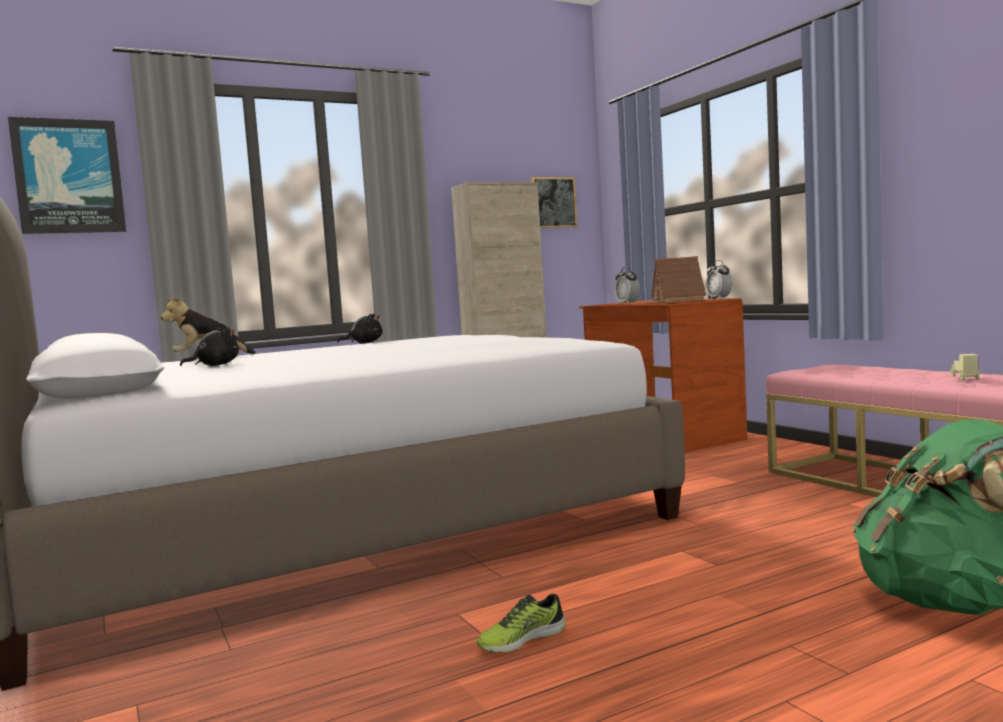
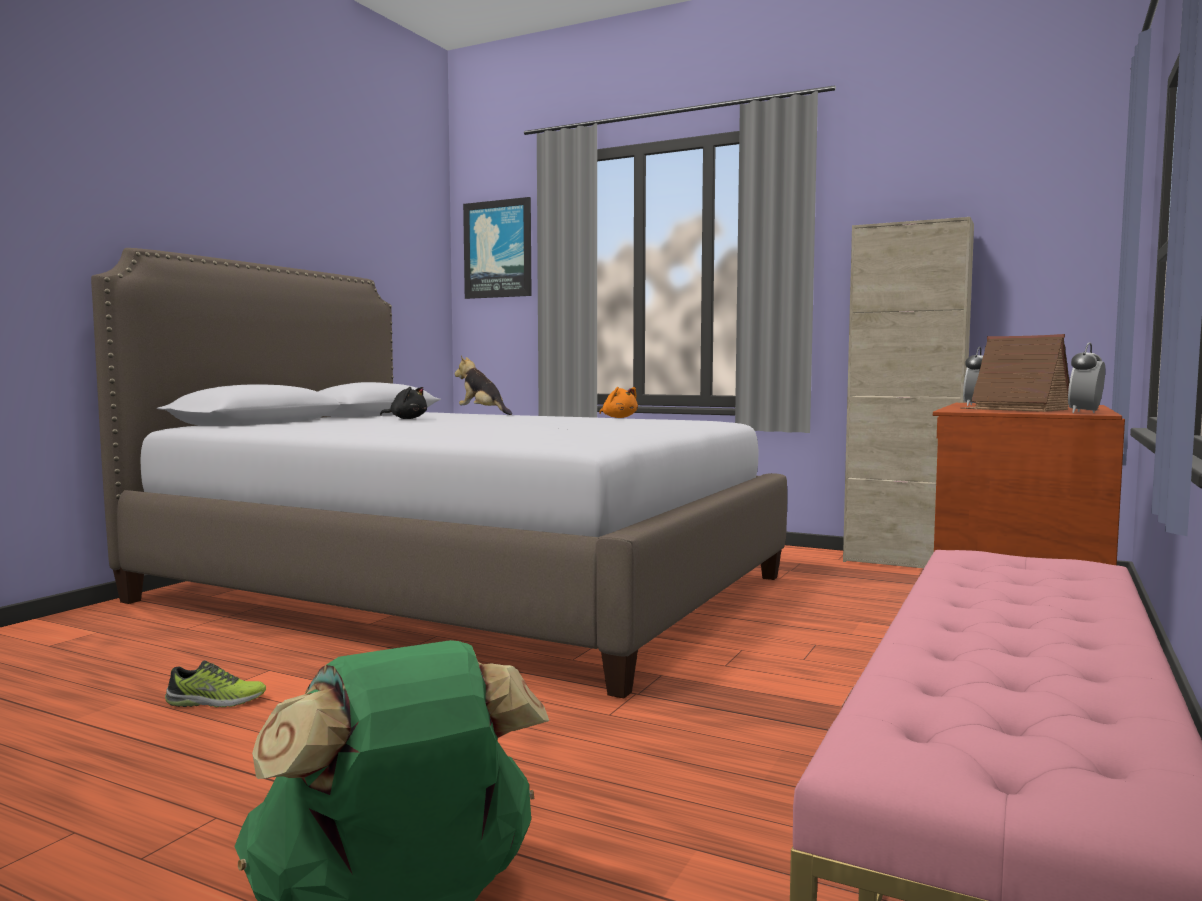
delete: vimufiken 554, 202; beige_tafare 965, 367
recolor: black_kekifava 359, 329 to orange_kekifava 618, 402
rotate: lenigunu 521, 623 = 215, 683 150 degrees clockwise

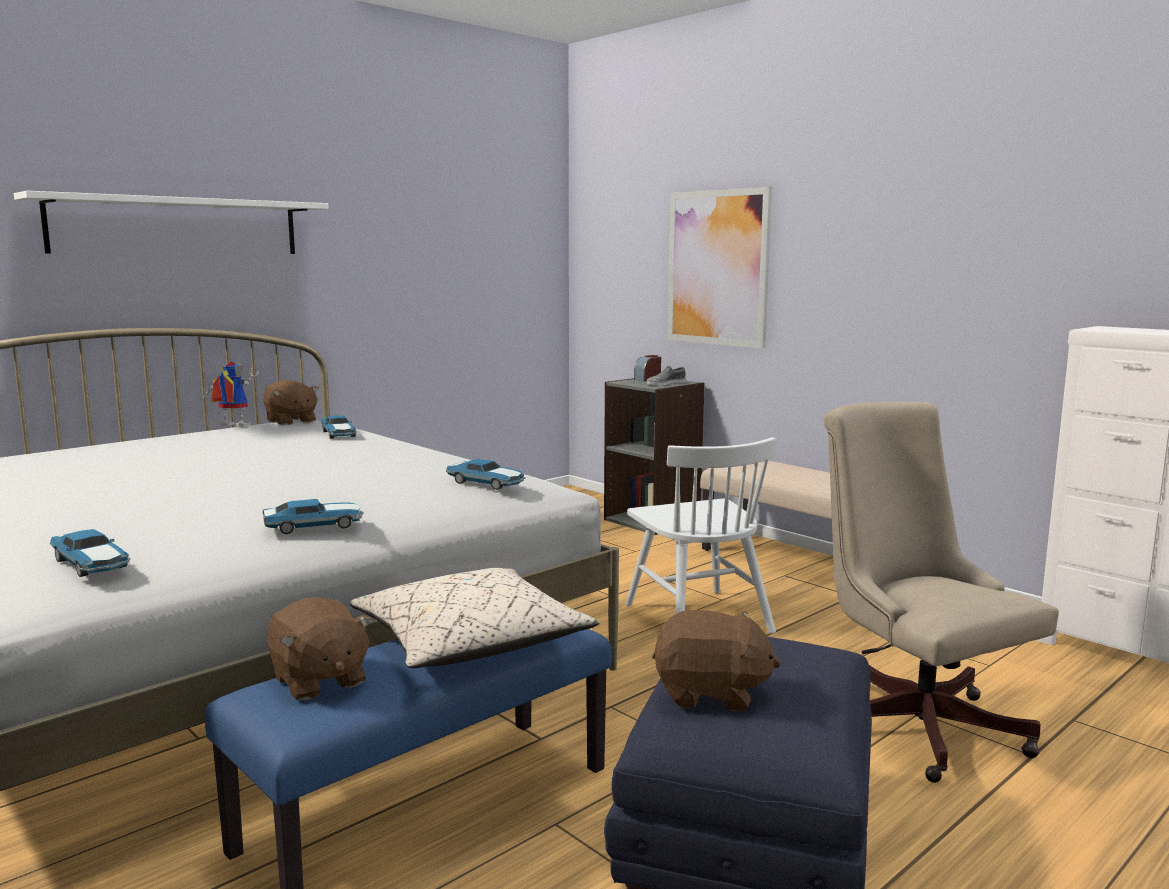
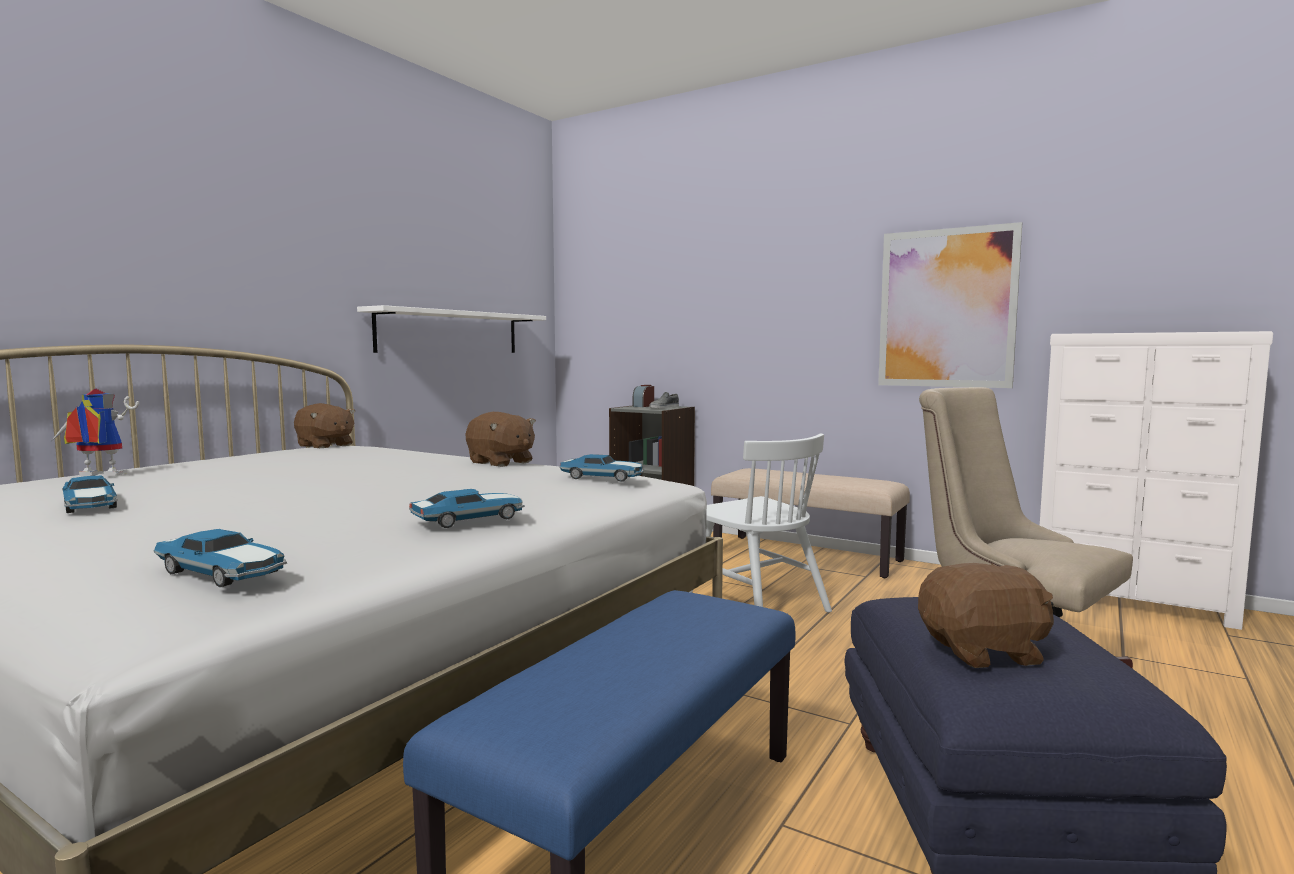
delete: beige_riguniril 474, 618
move: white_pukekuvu 171, 222 to 451, 329; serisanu 230, 394 to 95, 432; brown_kekifava 320, 649 to 500, 439; tafare 339, 427 to 90, 494; vimufiken 719, 268 to 950, 305

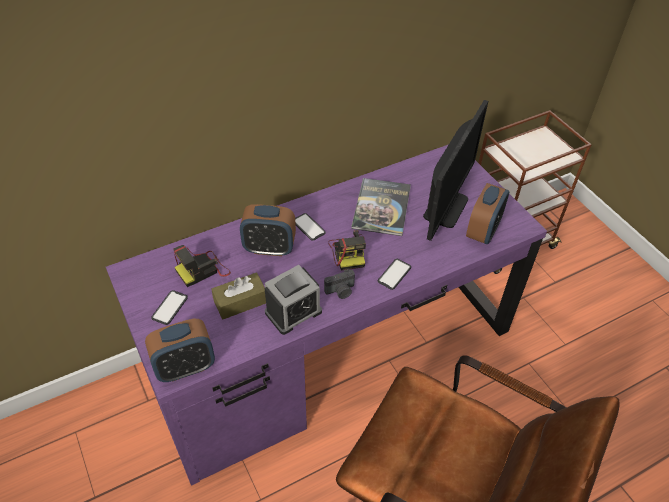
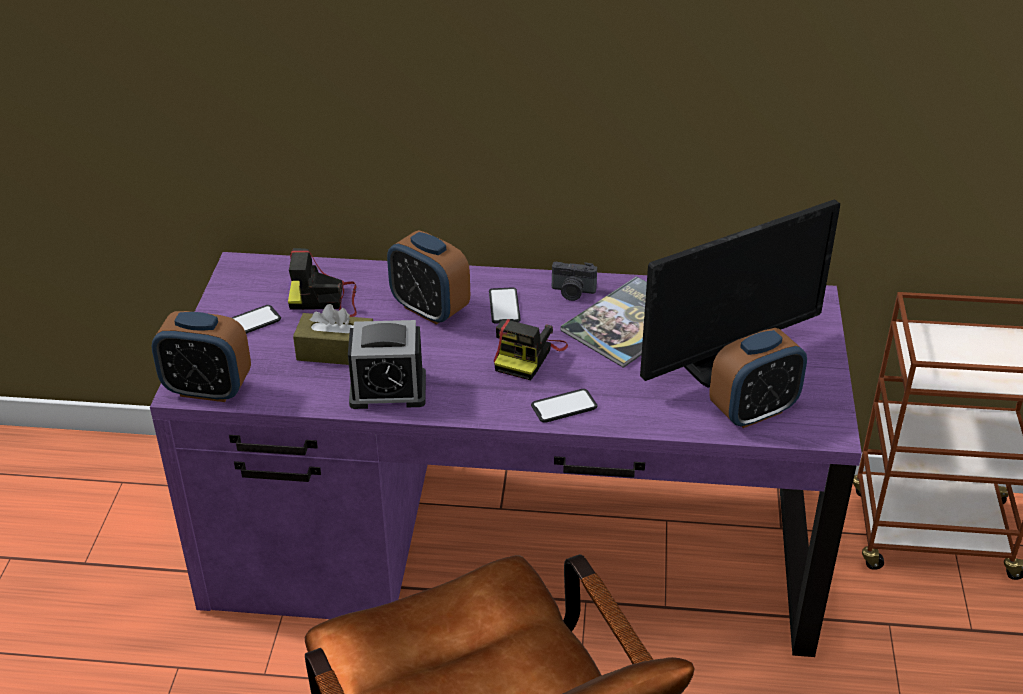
move: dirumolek 339, 284 to 574, 281

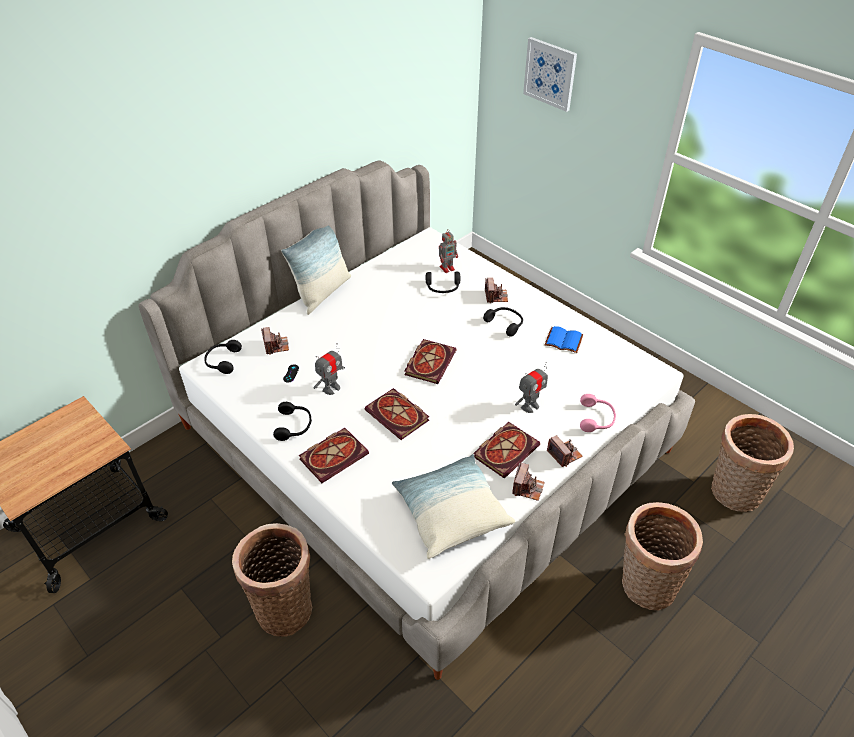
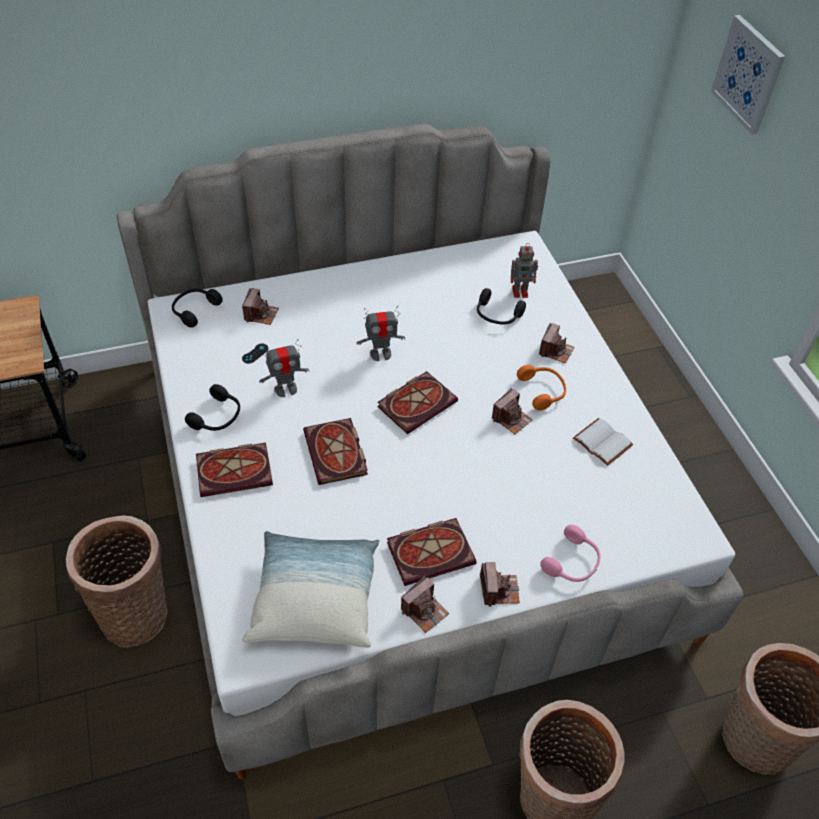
delete: riguniril 316, 270
insert: dirumolek 512, 411
move: serisanu 531, 387 to 380, 333
recolor: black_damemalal 503, 322 to orange_damemalal 541, 387; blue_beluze 564, 339 to white_beluze 603, 442

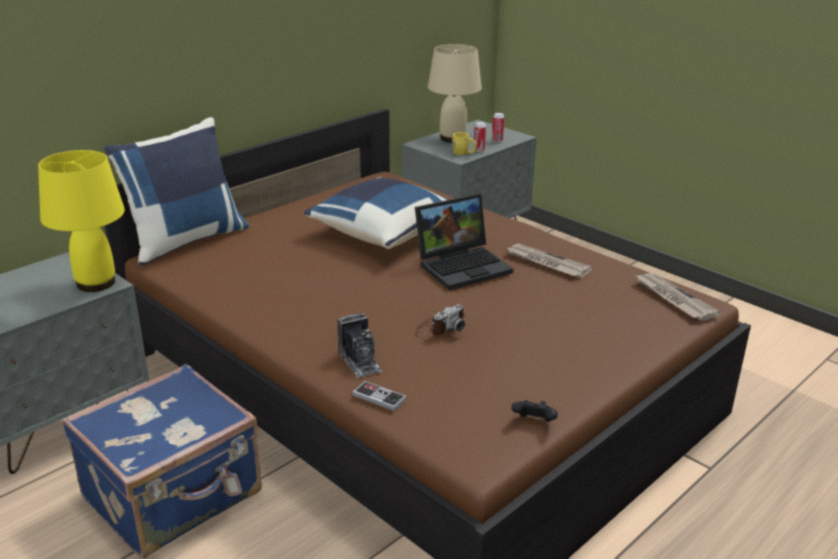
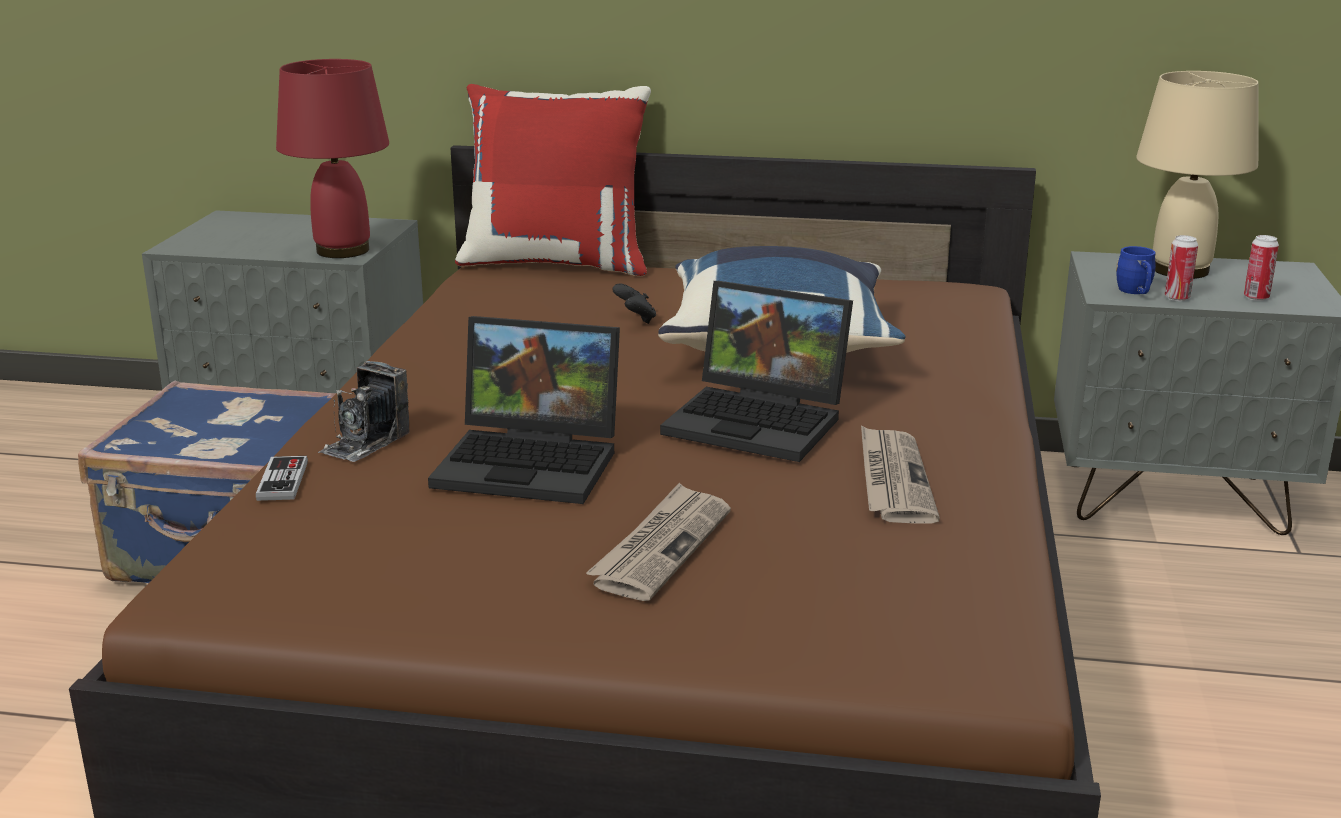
move: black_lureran 534, 411 to 634, 304; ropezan 678, 297 to 658, 542
replace: dirumolek 440, 320 to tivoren 524, 410
recolor: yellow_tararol 81, 221 to red_tararol 332, 158; blue_riguniril 176, 191 to red_riguniril 553, 180; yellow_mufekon 464, 143 to blue_mufekon 1136, 270

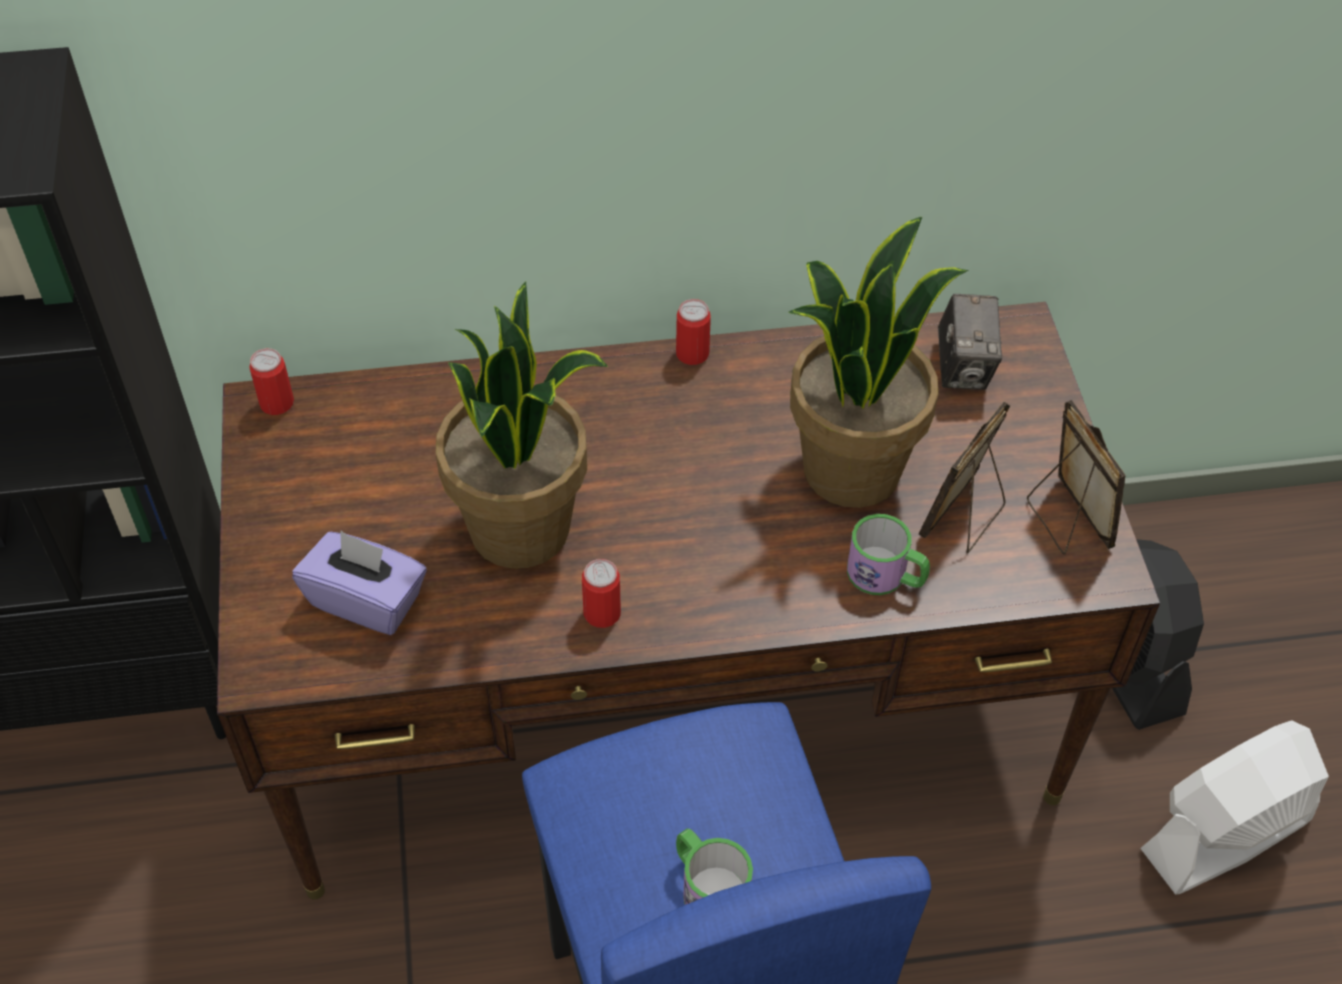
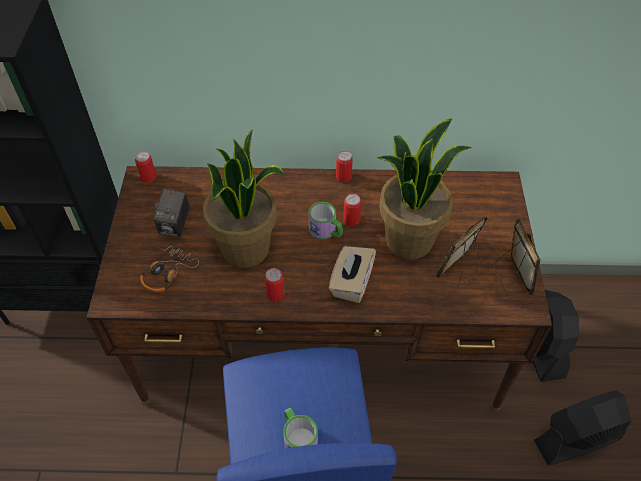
insert: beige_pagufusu 352, 274; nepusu 352, 210
move: mufekon 888, 554 to 326, 221; dirumolek 970, 342 to 172, 212
replace: purple_pagufusu 359, 582 to damemalal 169, 269
recolor: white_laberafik 1234, 807 to black_laberafik 583, 428

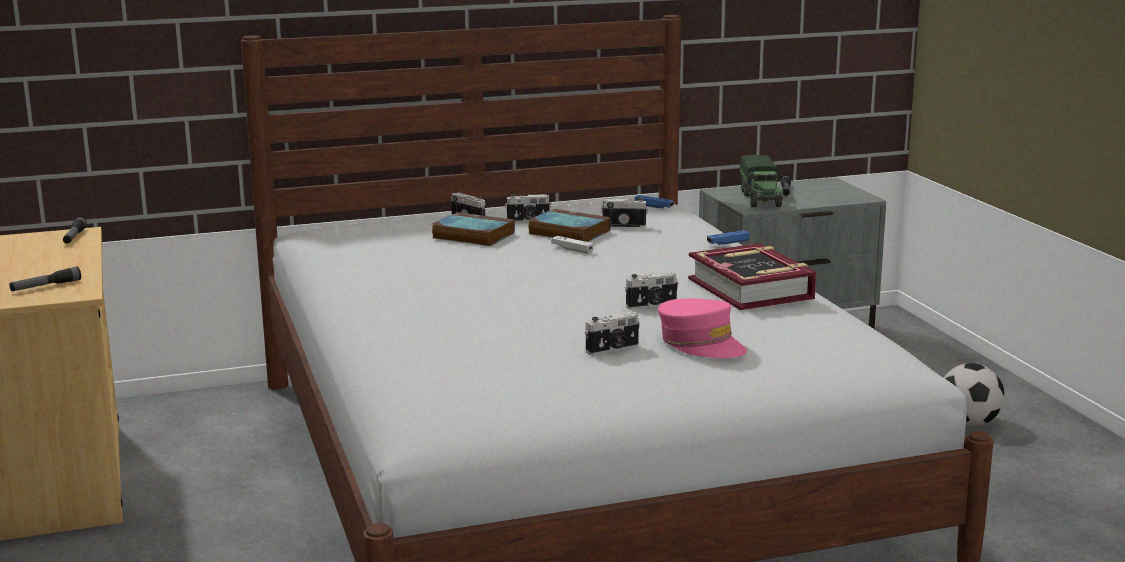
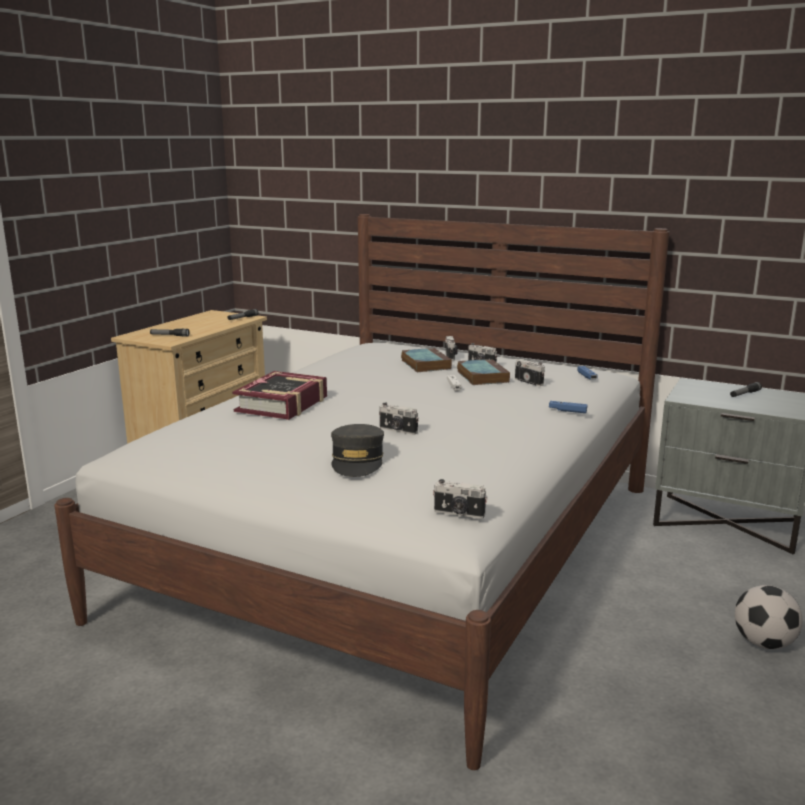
delete: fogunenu 761, 181
move: dirumolek 612, 333 to 460, 499; beluze 752, 276 to 279, 395
recolor: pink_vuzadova 702, 328 to grey_vuzadova 357, 450

